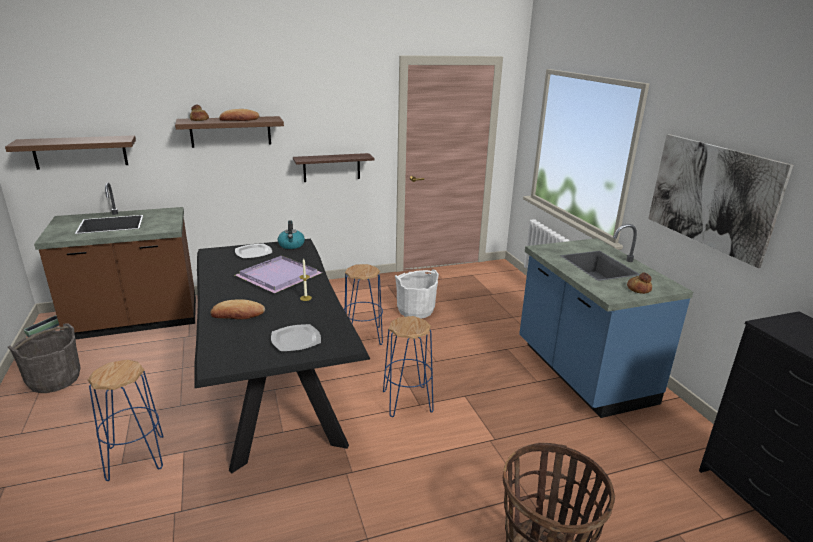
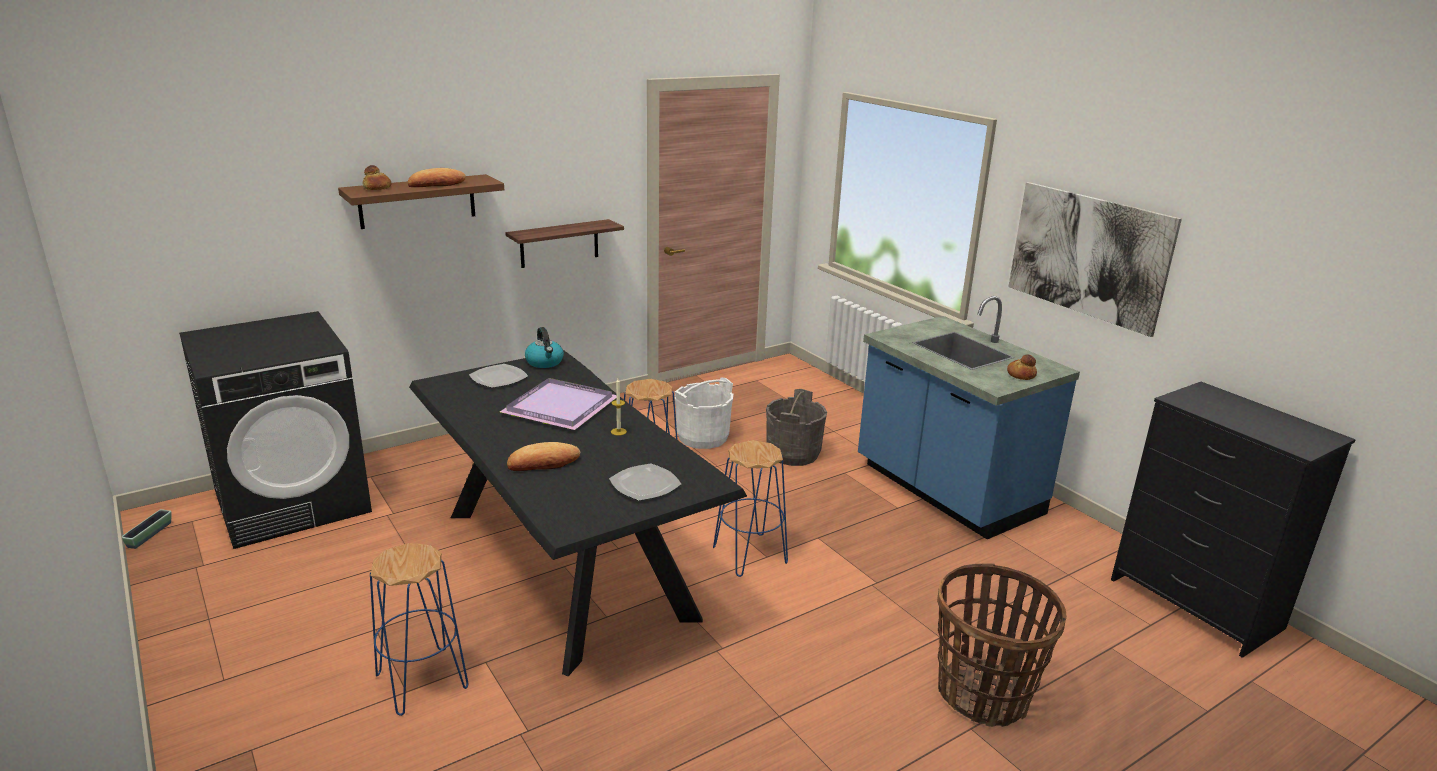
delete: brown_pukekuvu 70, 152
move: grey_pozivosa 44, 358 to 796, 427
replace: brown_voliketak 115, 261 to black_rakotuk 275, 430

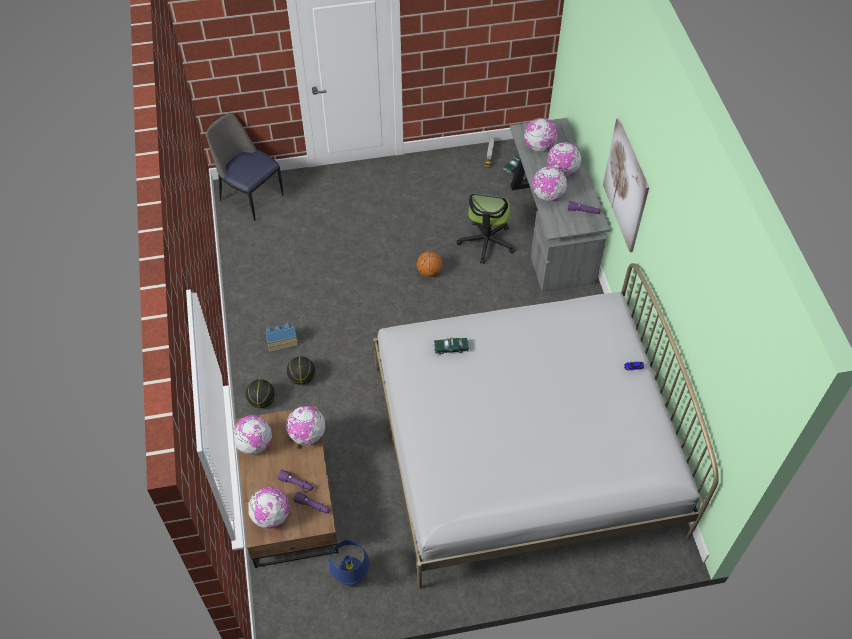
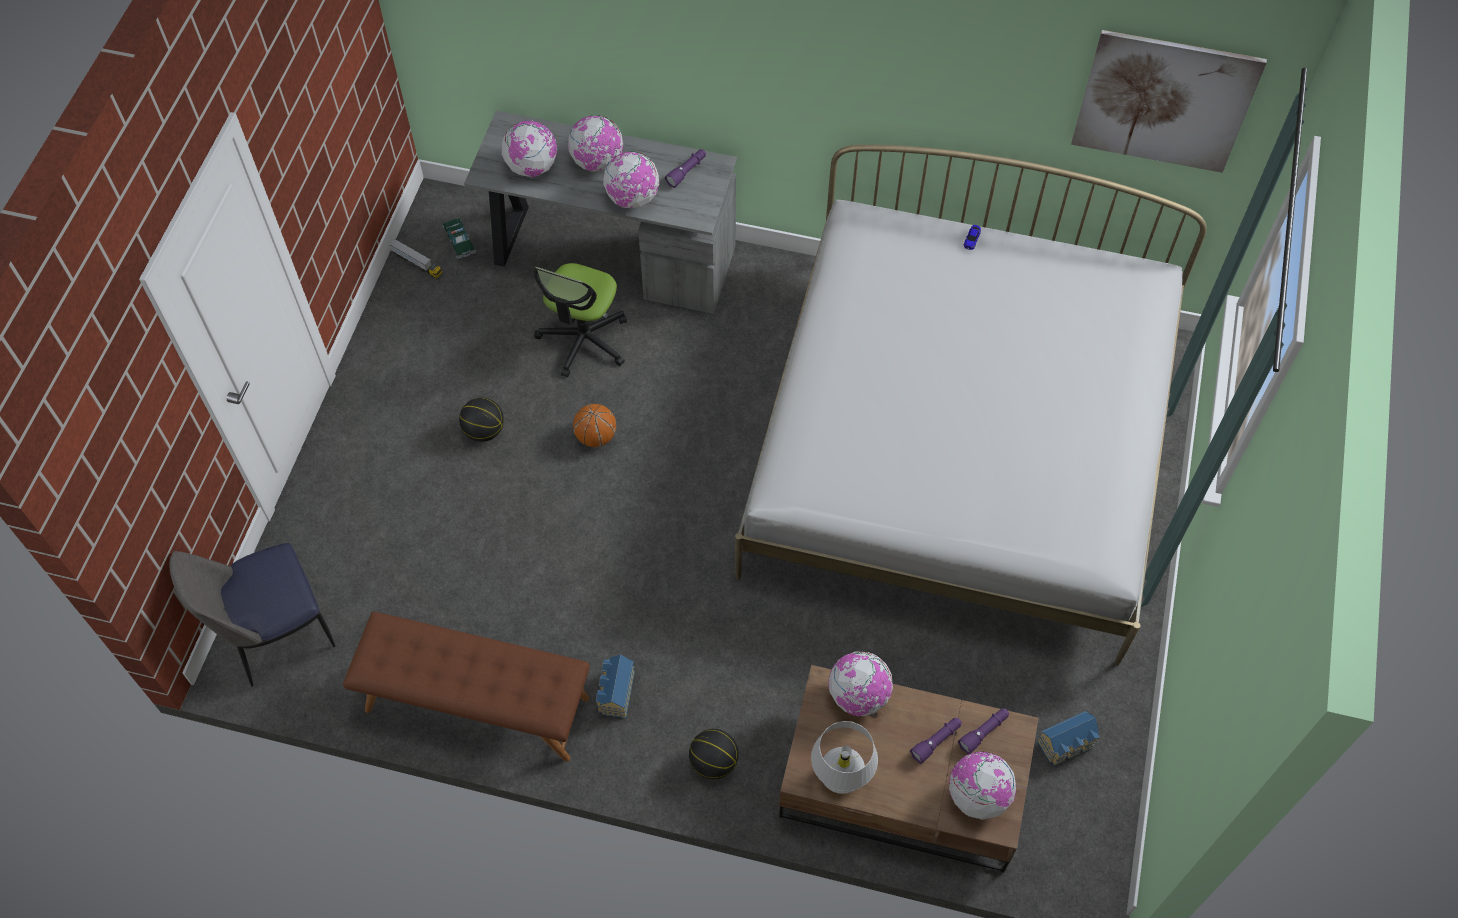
delete: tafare 451, 345
insert: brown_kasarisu 466, 687
move: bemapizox 301, 371 to 481, 420; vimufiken 626, 185 to 1169, 101
replace: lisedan 252, 435 to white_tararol 844, 757; blue_tararol 349, 563 to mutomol 1068, 738
rotate: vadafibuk 485, 228 = 580, 320 75 degrees clockwise

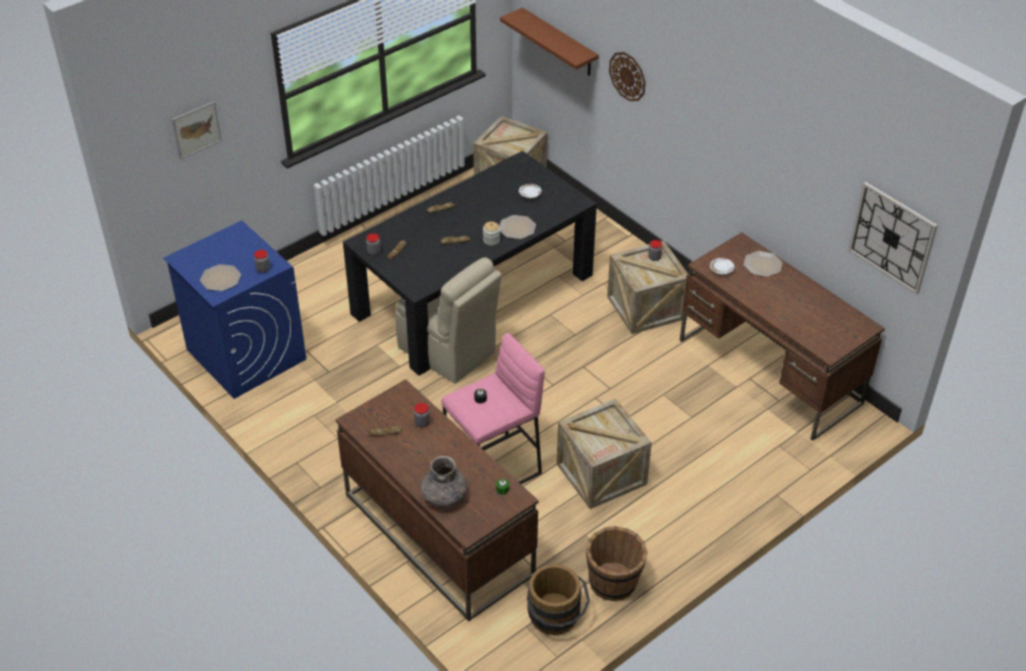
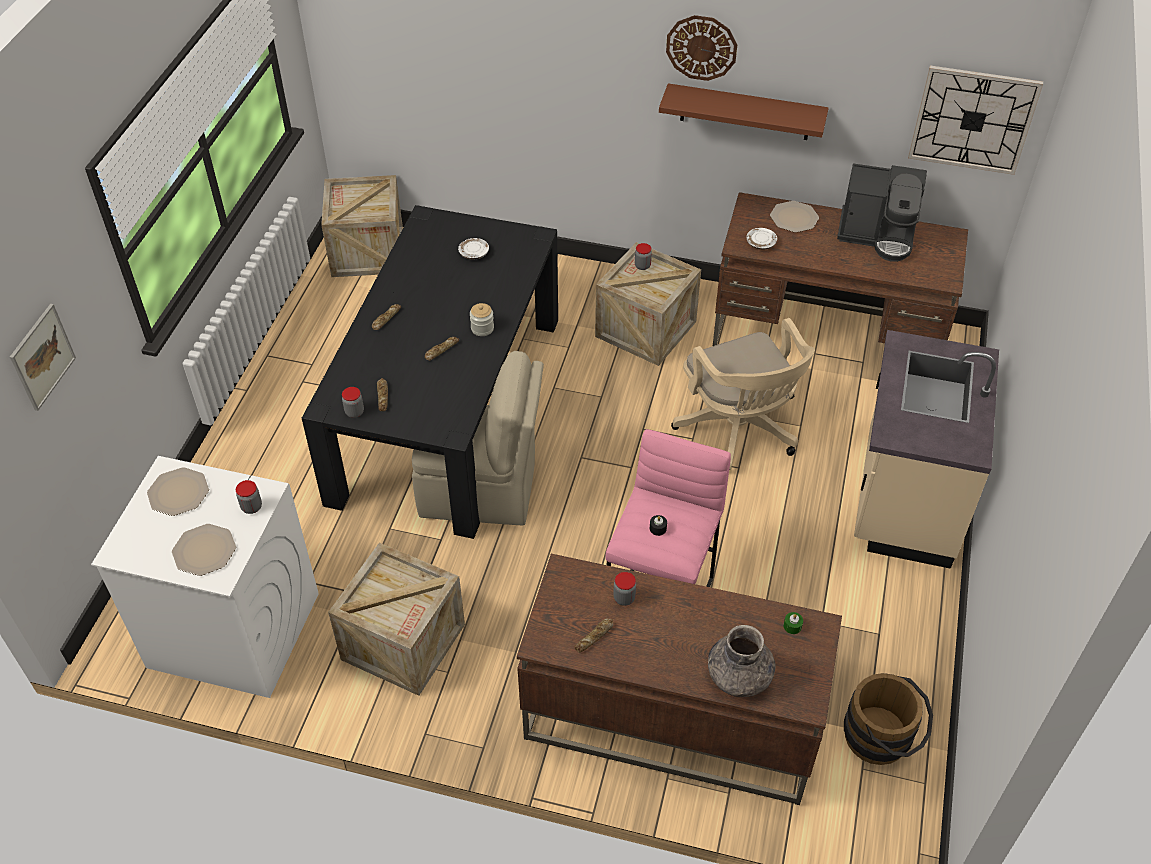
delete: brown_pozivosa 616, 563
insert: beige_vadafibuk 743, 394; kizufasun 882, 212; beige_voliketak 926, 449
move: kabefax 517, 227 to 178, 491; brown_pukekuvu 549, 41 to 744, 111; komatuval 604, 454 to 396, 619; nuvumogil 627, 76 to 701, 48
recolor: blue_rakotuk 234, 310 to white_rakotuk 204, 577

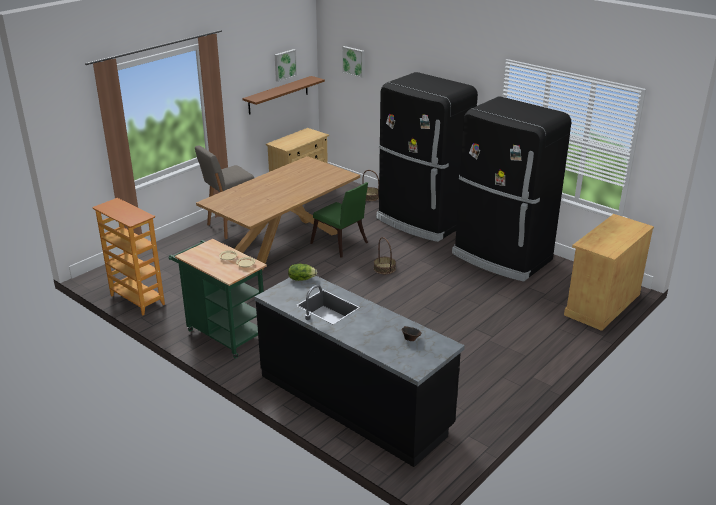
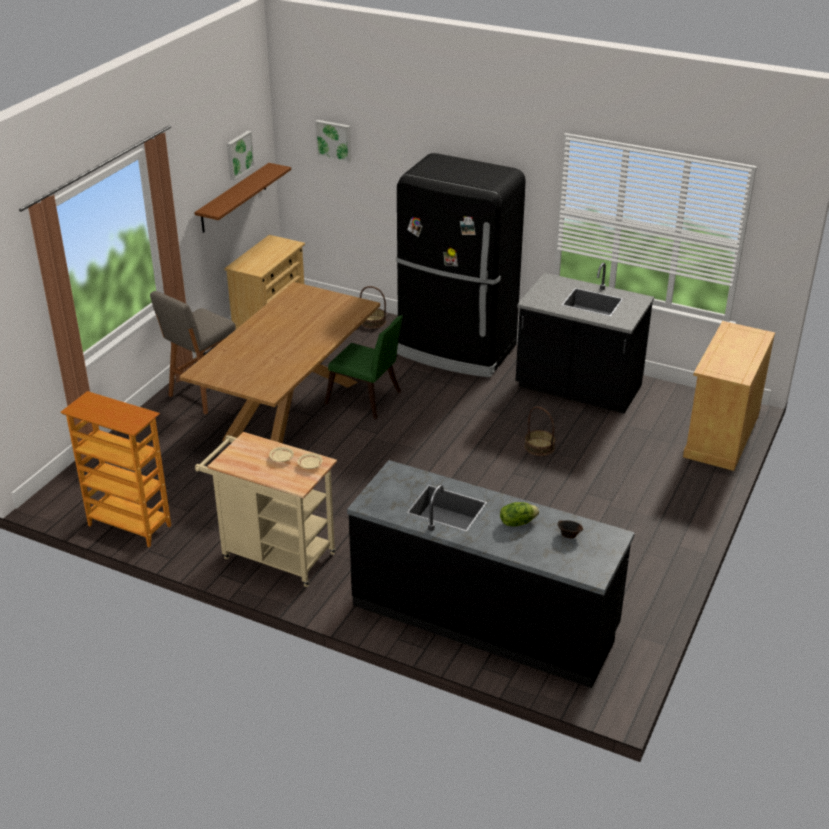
move: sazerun 302, 272 to 519, 514; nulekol 385, 255 to 540, 431
replace: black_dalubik 511, 189 to black_voliketak 584, 338
recolor: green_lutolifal 218, 299 to beige_lutolifal 266, 509

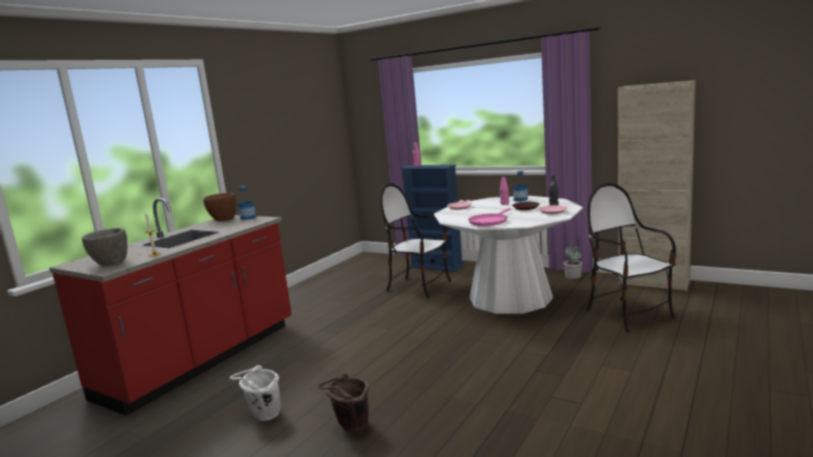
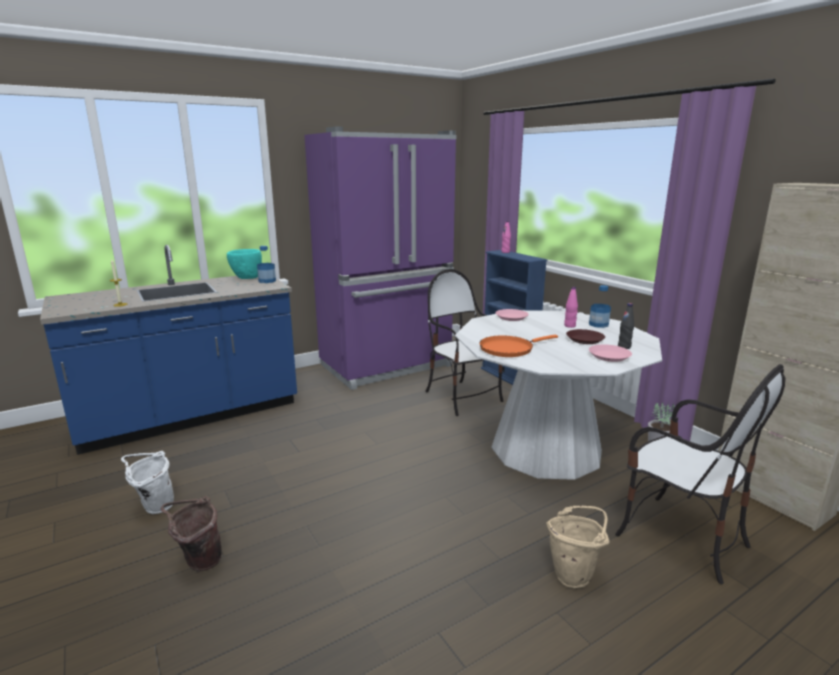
delete: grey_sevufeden 104, 247
insert: purple_dalubik 380, 258; beige_pozivosa 577, 547
recolor: red_voliketak 170, 307 to blue_voliketak 168, 350; brown_sevufeden 219, 207 to turquoise_sevufeden 244, 264; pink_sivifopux 489, 217 to orange_sivifopux 518, 346
rotate: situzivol 631, 258 = 700, 474 135 degrees clockwise

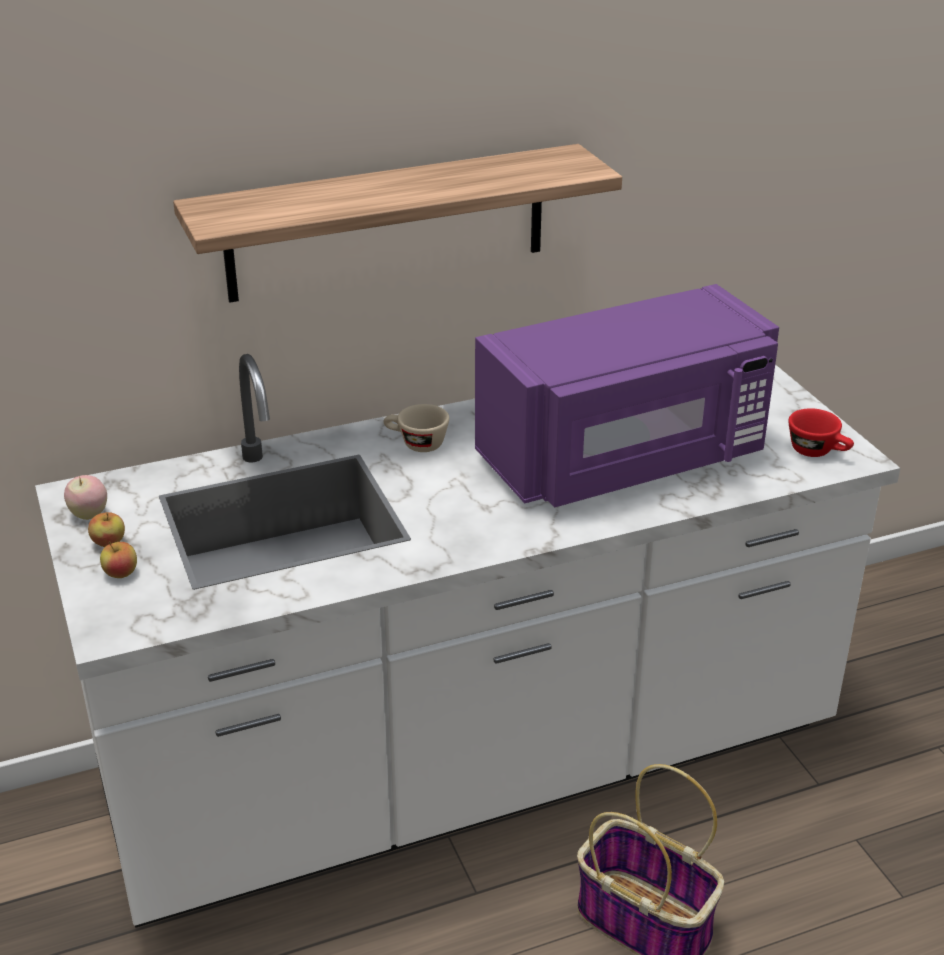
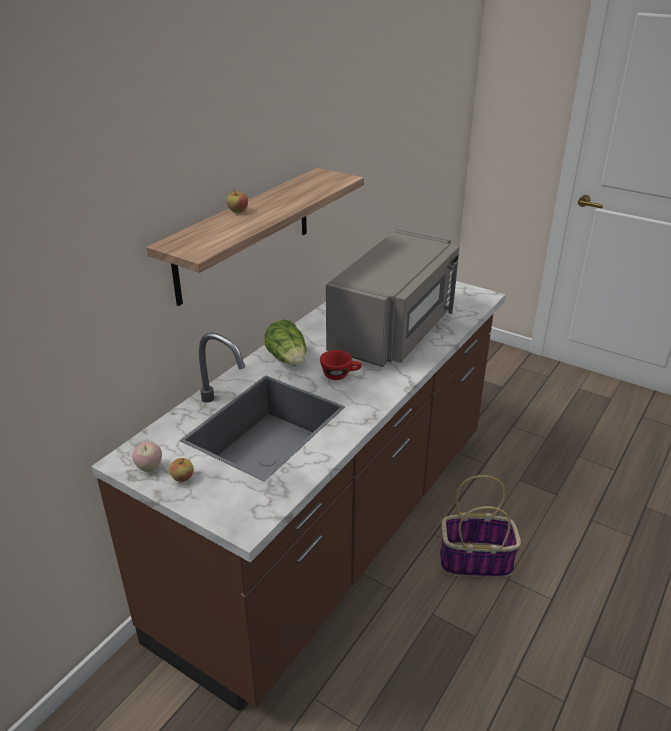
move: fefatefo 118, 559 to 237, 201; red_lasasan 821, 432 to 341, 365
replace: beige_lasasan 416, 428 to sazerun 285, 342
recolor: white_voliketak 467, 641 to brown_voliketak 298, 496; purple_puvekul 627, 396 to grey_puvekul 393, 297

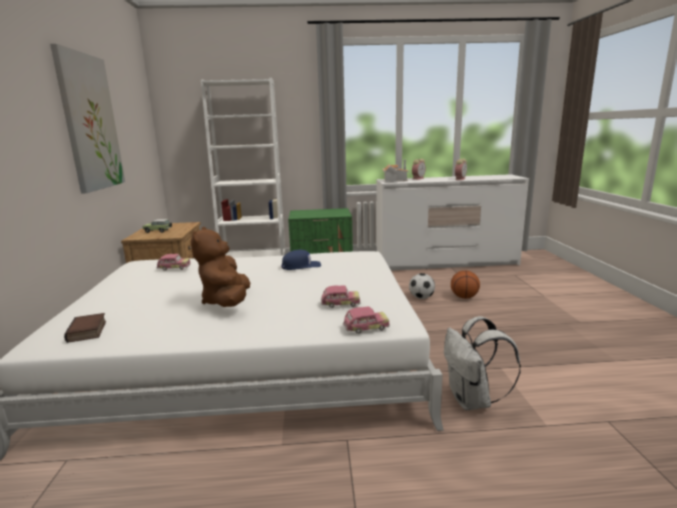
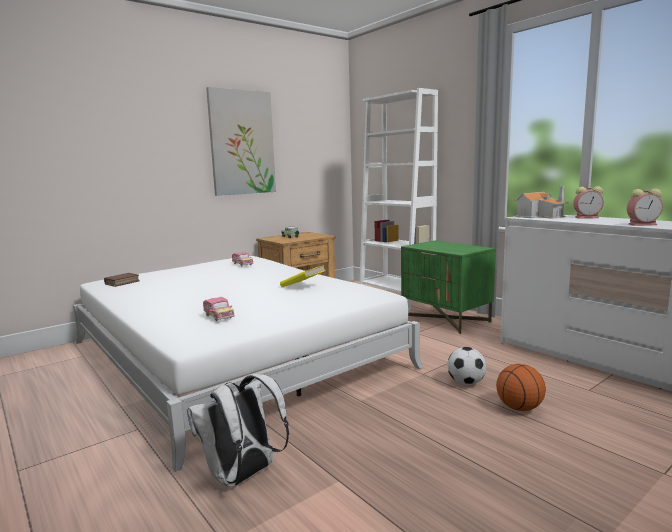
delete: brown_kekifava 220, 267; tafare 366, 320
replace: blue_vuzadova 301, 260 to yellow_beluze 303, 276

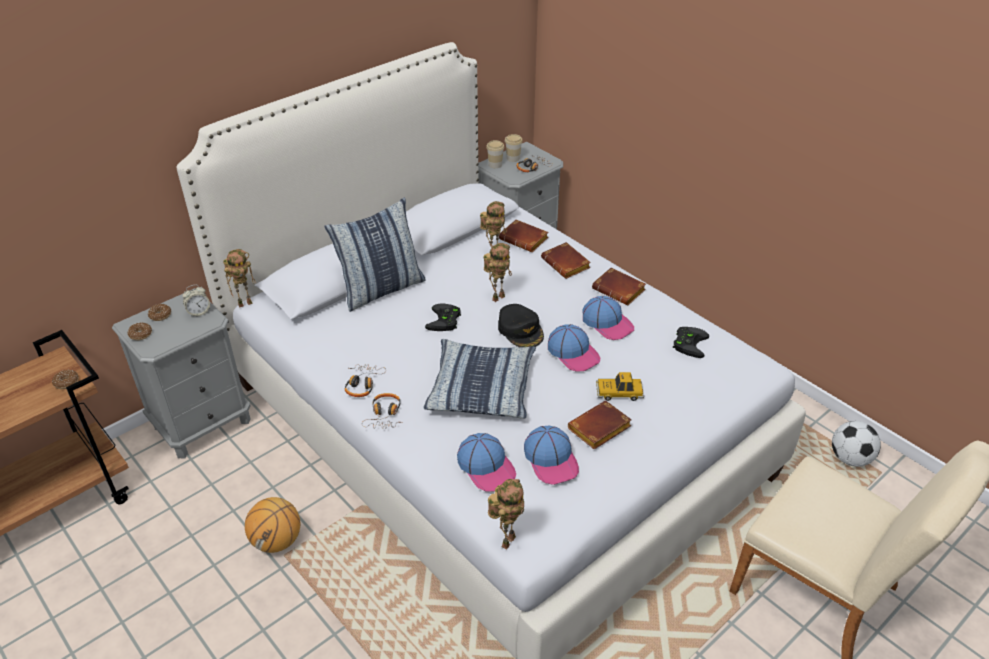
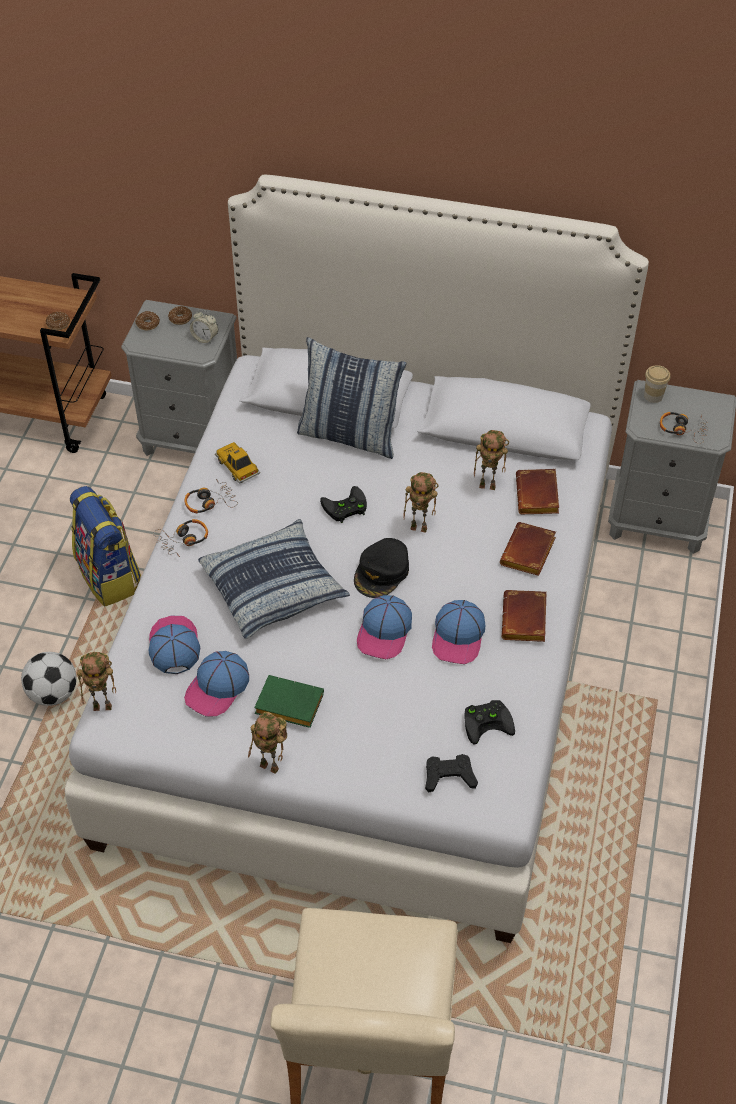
delete: lasasan 514, 148
insert: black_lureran 451, 773
move: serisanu 239, 278 to 267, 743; tafare 620, 386 to 237, 462; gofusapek 856, 444 to 49, 679
replace: bemapizox 272, 525 to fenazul 105, 546
recolor: brown_beluze 600, 425 to green_beluze 289, 701
rotate: vuzadova 486, 462 = 174, 645 150 degrees clockwise

